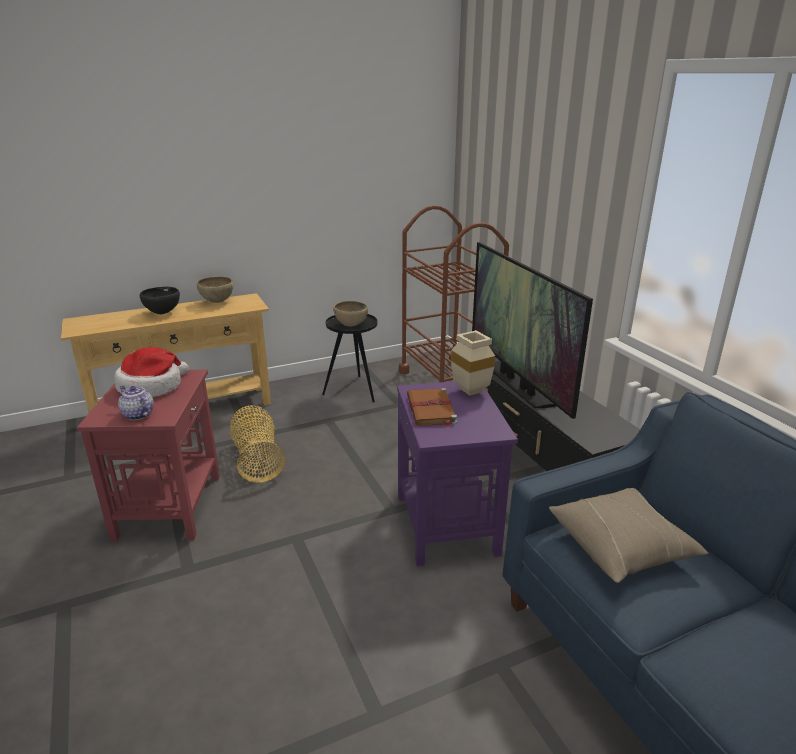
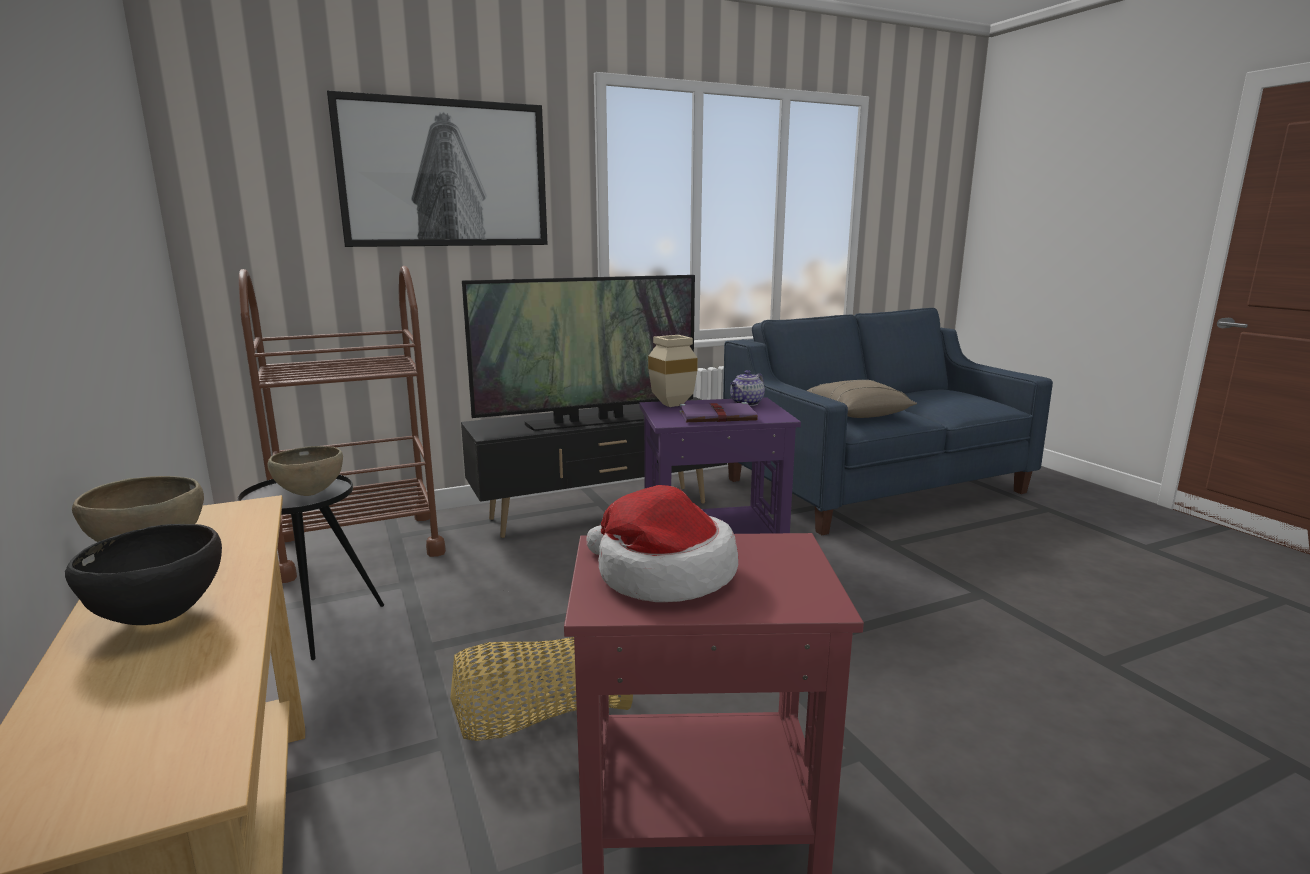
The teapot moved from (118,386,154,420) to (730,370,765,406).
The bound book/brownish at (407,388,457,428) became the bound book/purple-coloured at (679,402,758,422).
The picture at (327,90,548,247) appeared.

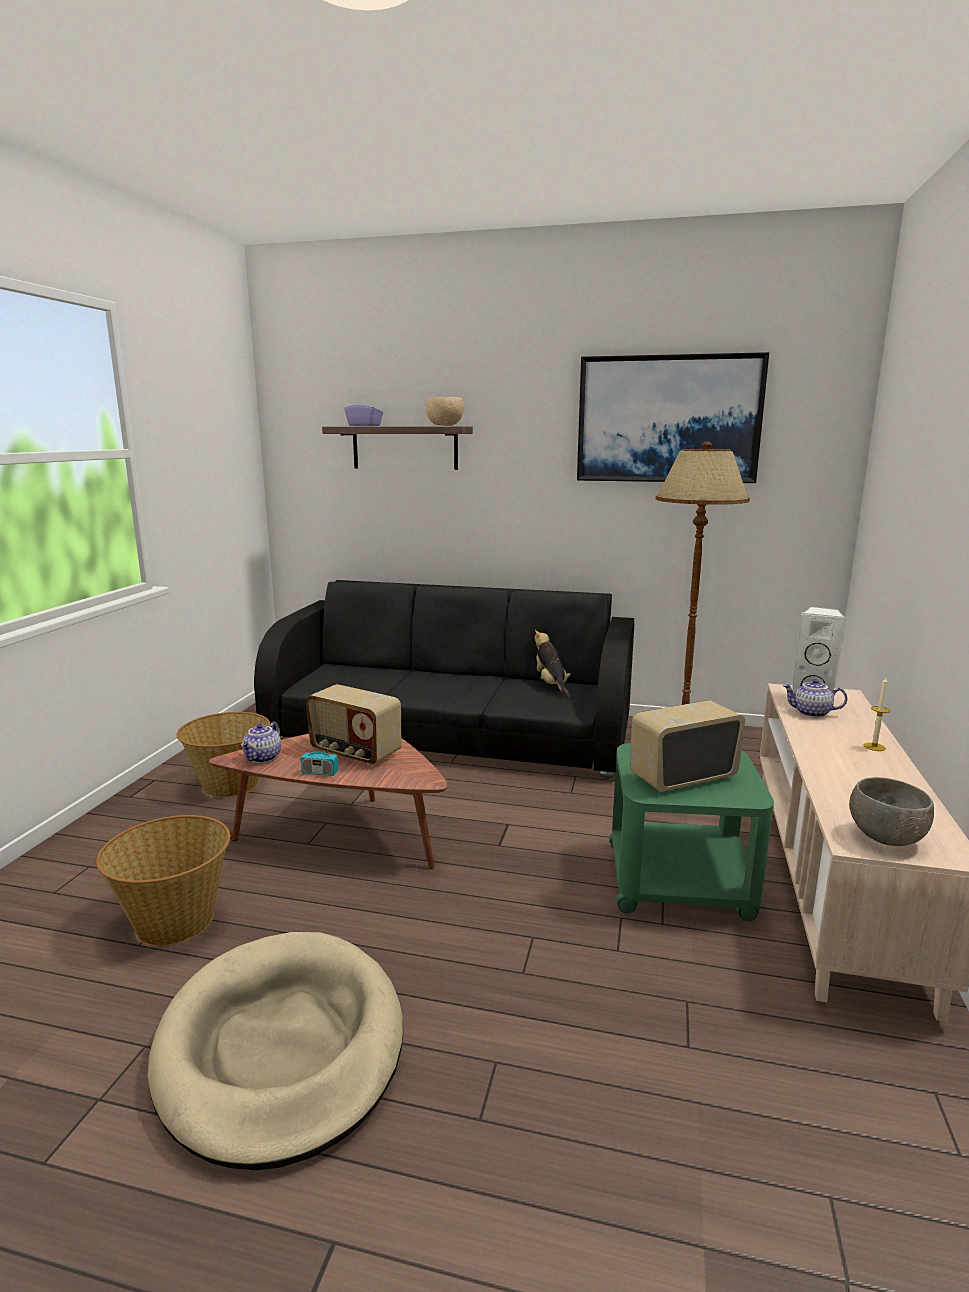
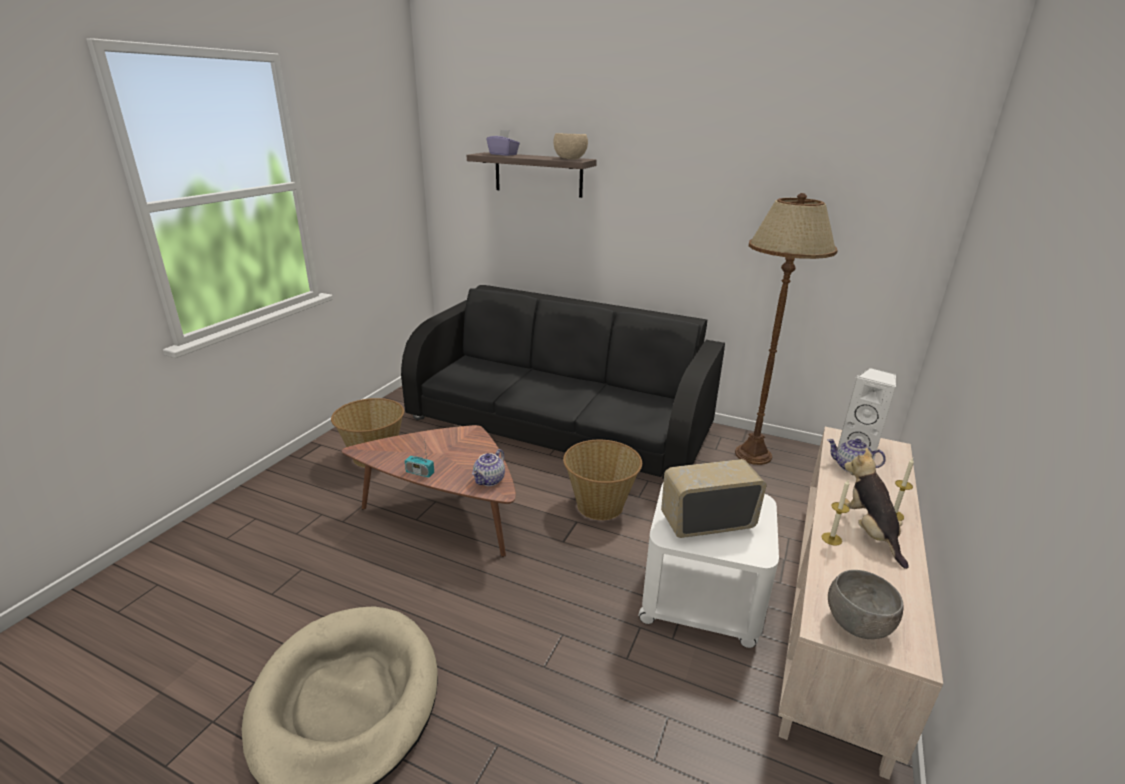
The picture at (577,352,769,483) disappeared.
The soft toy moved from (535,629,570,698) to (844,448,909,569).
The radio set at (306,684,401,765) disappeared.
The teapot moved from (241,722,281,763) to (472,449,505,486).
The accent table/green at (609,743,774,921) became the accent table/white at (638,482,779,648).
The basket moved from (96,815,231,946) to (563,440,642,520).
The wax light at (821,480,850,546) appeared.

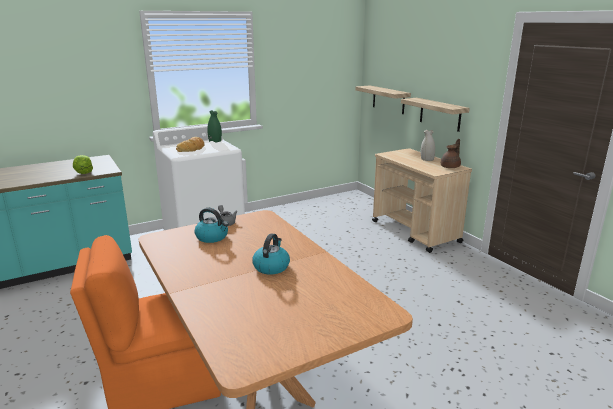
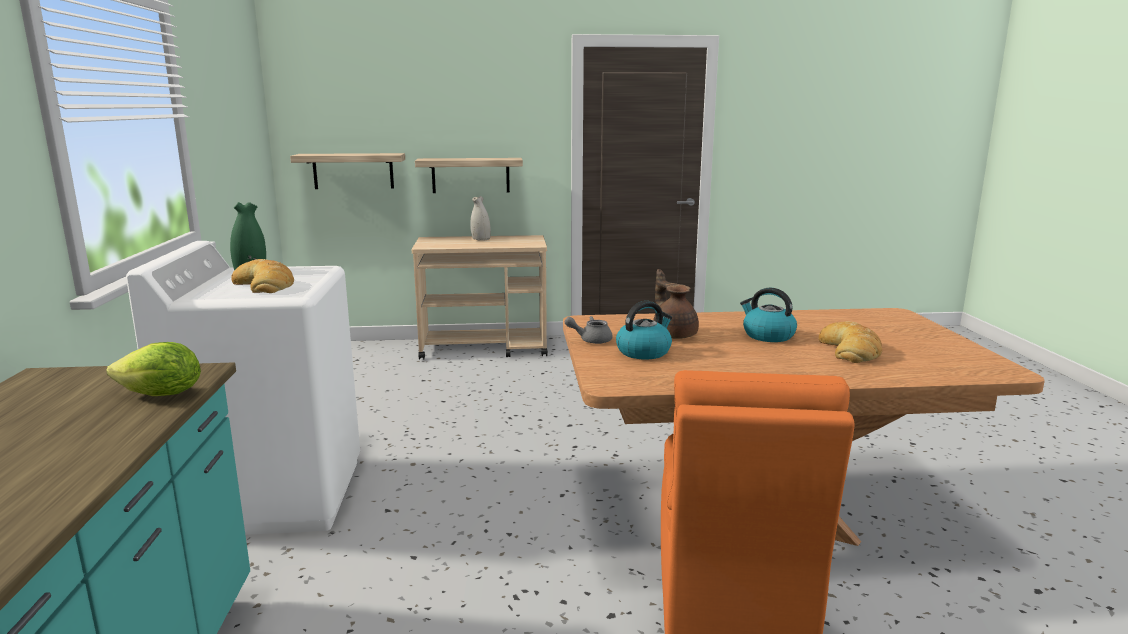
The teapot/brownish moved from (441,139,461,168) to (653,269,699,339).
The bread at (819,321,882,363) appeared.

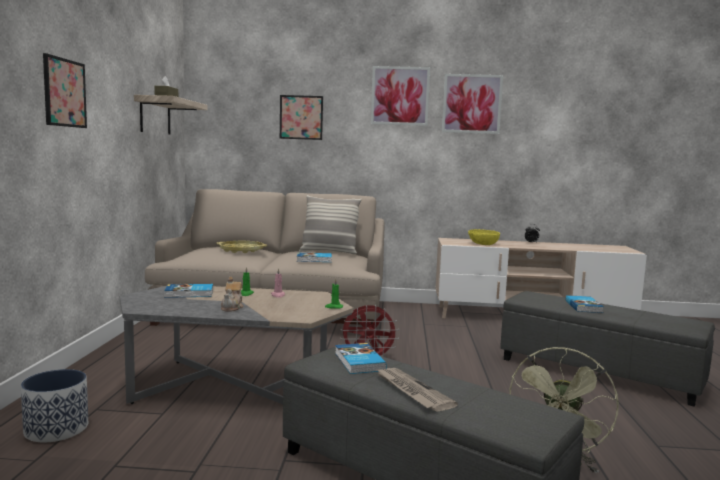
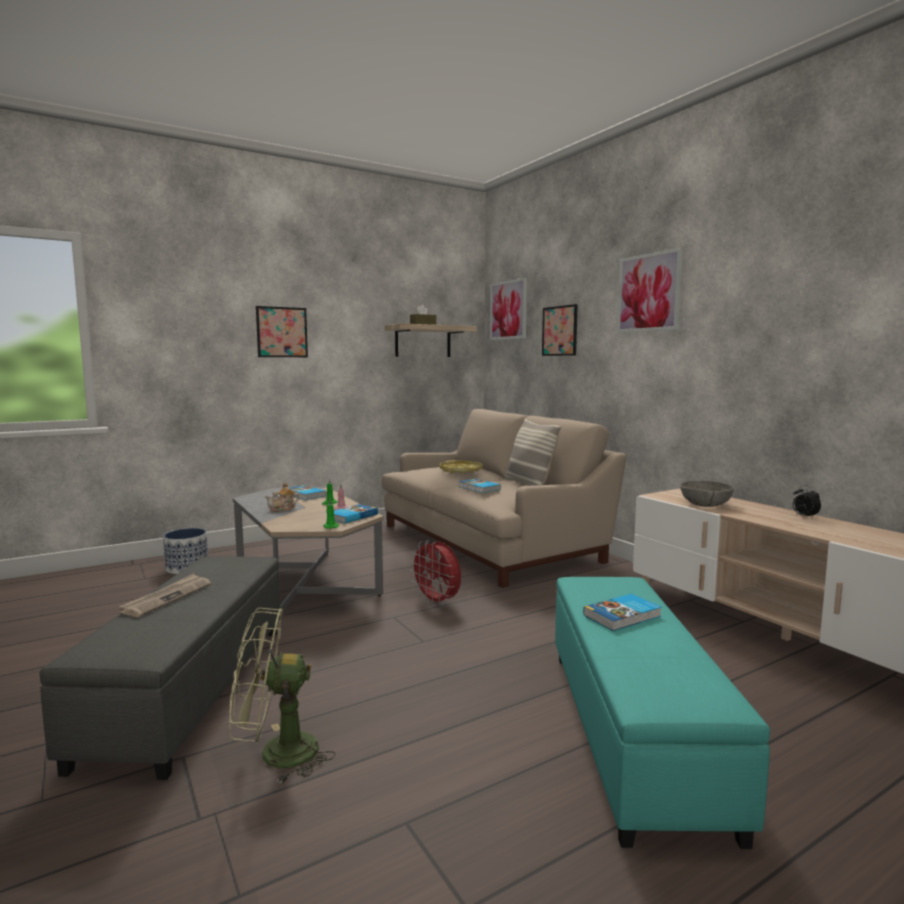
The picture moved from (442,74,503,134) to (490,278,527,340).
The serving bowl/yellow at (468,229,500,245) became the serving bowl/gray at (680,481,734,507).
The ottoman/gray at (500,291,715,407) became the ottoman/turquoise at (555,577,770,849).
The bound book moved from (335,343,387,374) to (334,504,378,523).

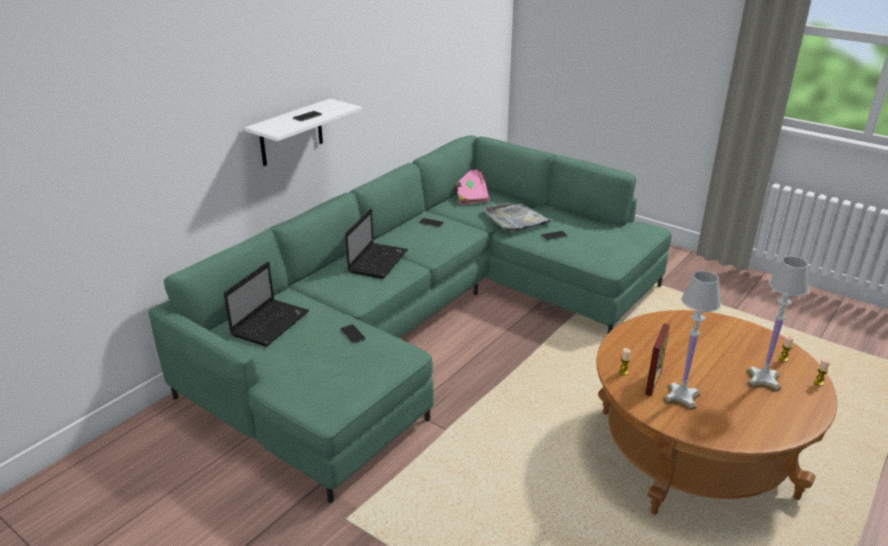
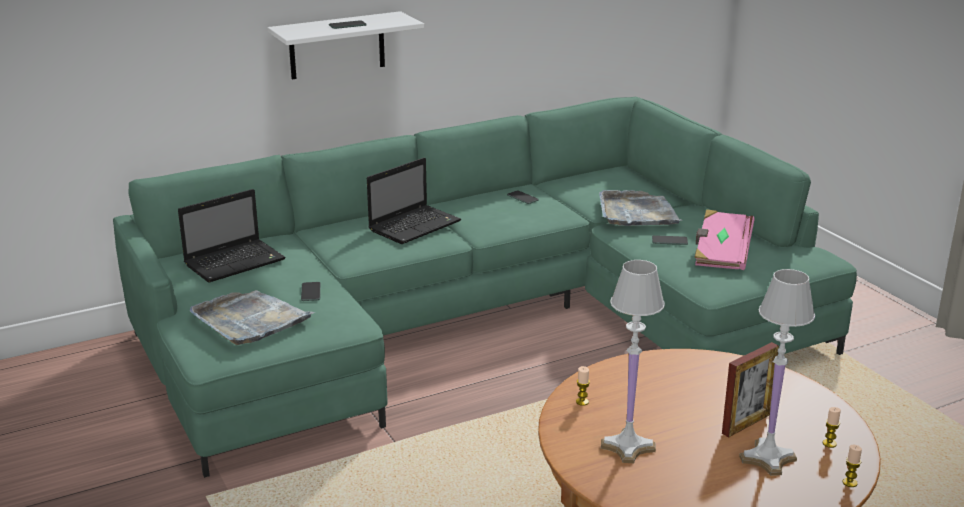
The bound book/pinkish moved from (454,169,490,205) to (694,209,755,270).
The picture frame moved from (645,323,670,396) to (722,342,779,437).
The tray/gray at (190,290,315,345) appeared.

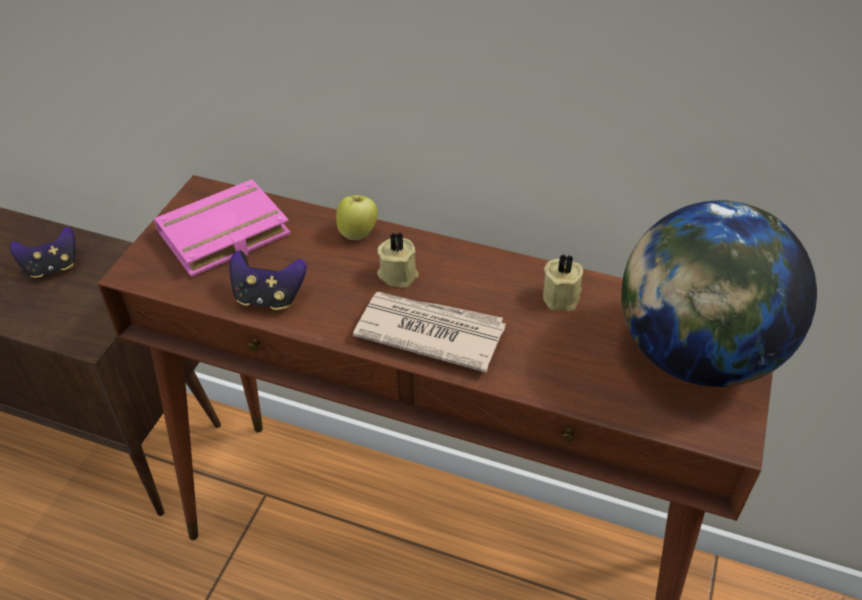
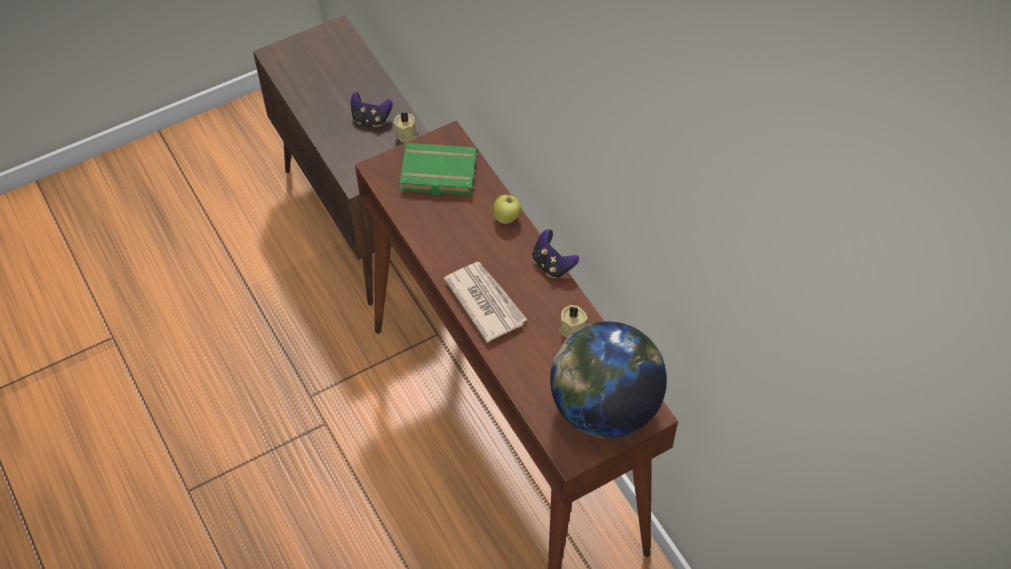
The bound book/pinkish at (154,179,291,277) became the bound book/green at (399,143,477,196).
The wax light/sand-coloured moved from (377,231,419,288) to (394,112,416,143).
The joypad moved from (230,250,307,310) to (533,229,579,278).

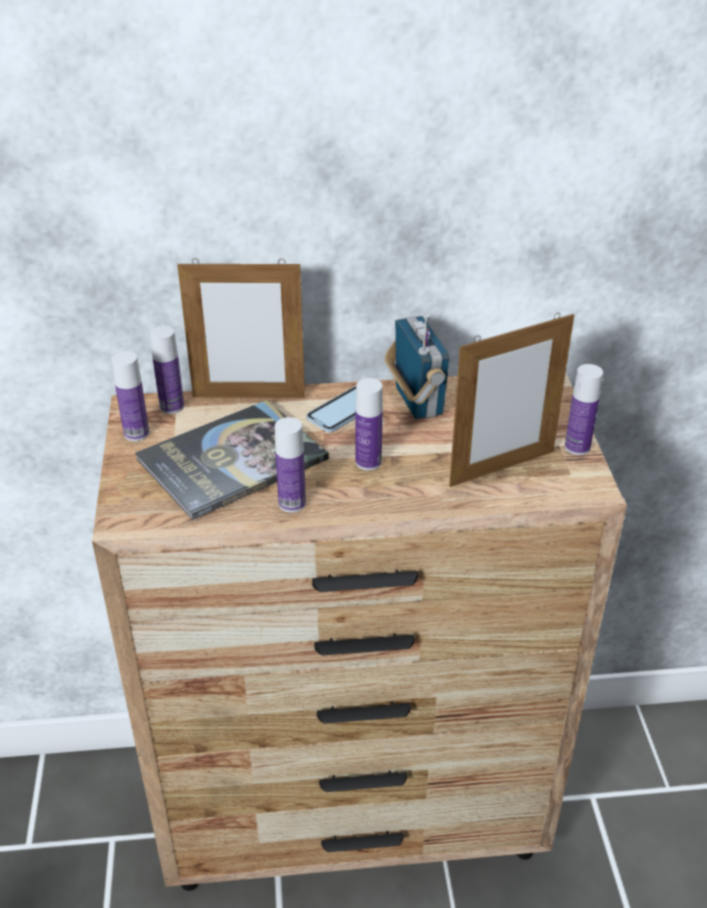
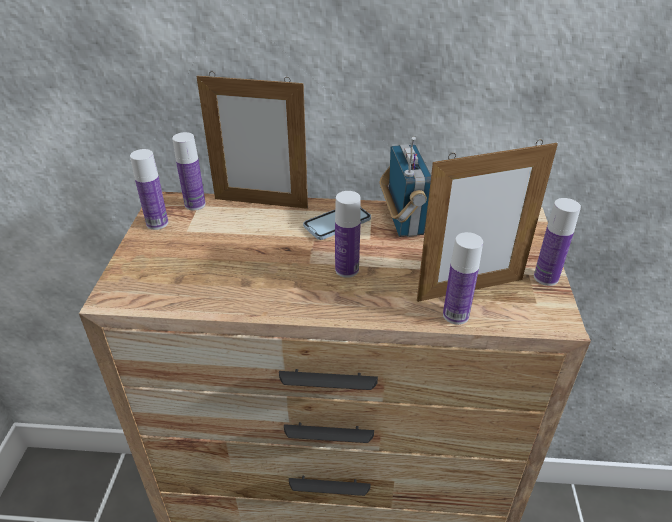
The bound book at (135,400,329,520) disappeared.
The beverage bottle moved from (275,417,306,513) to (443,232,483,325).

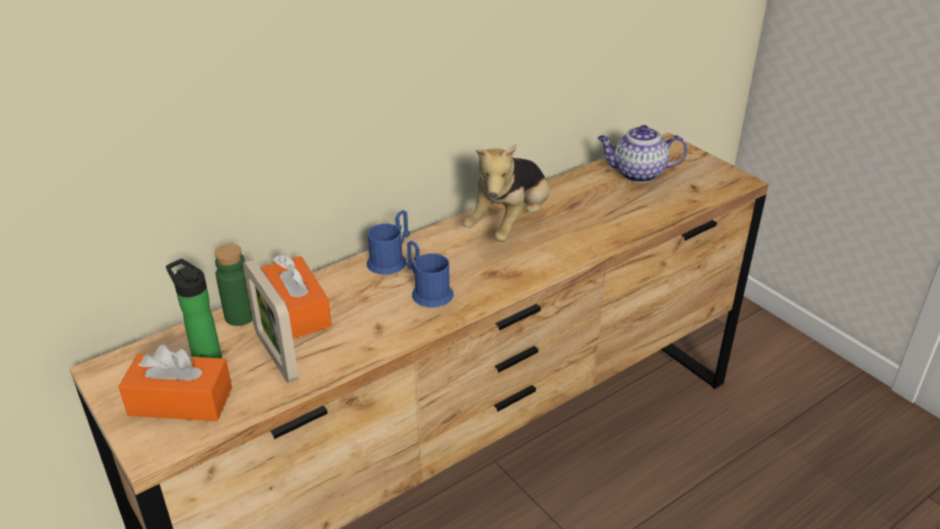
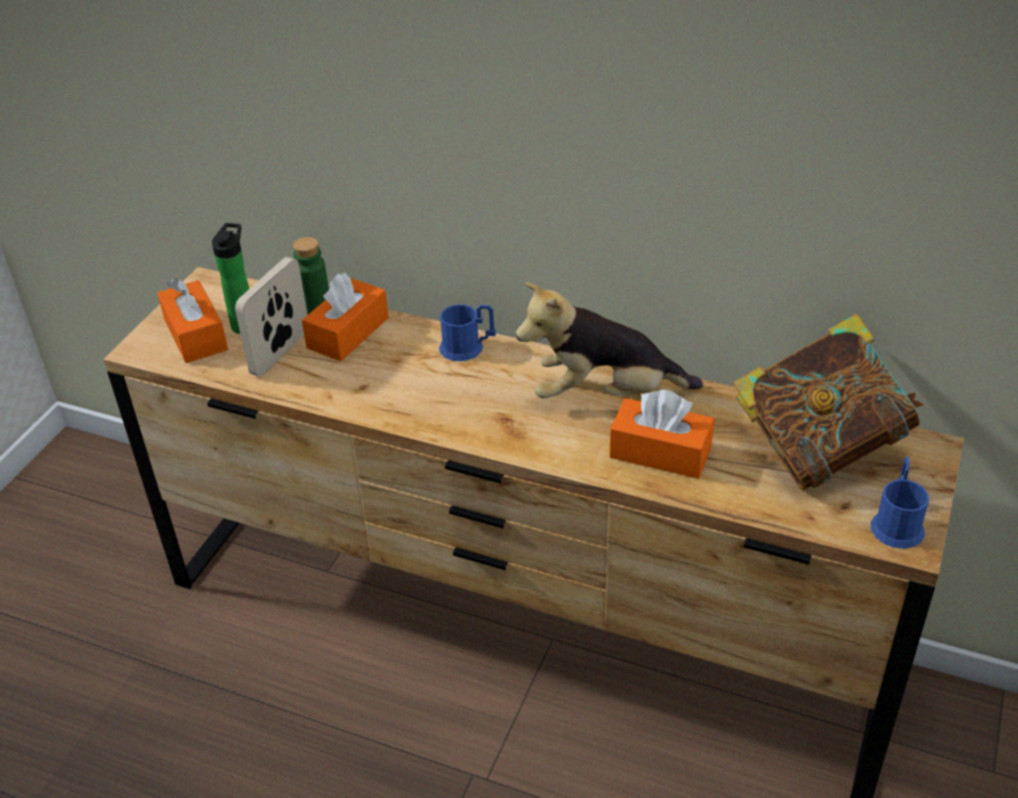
The teapot at (598,125,688,183) was replaced by the bound book at (733,314,924,490).
The tea mug/bluish moved from (406,240,454,307) to (871,457,929,549).
The box of tissues/orangey at (609,390,714,479) appeared.

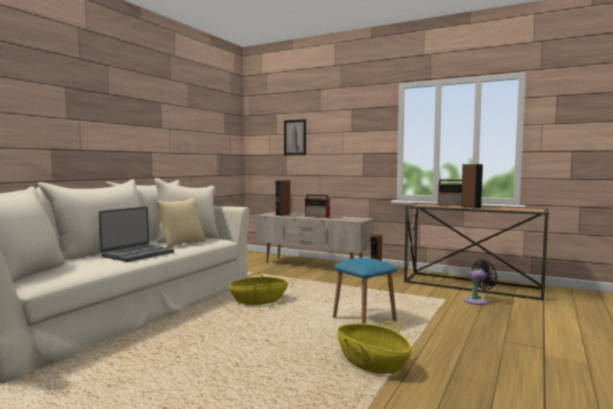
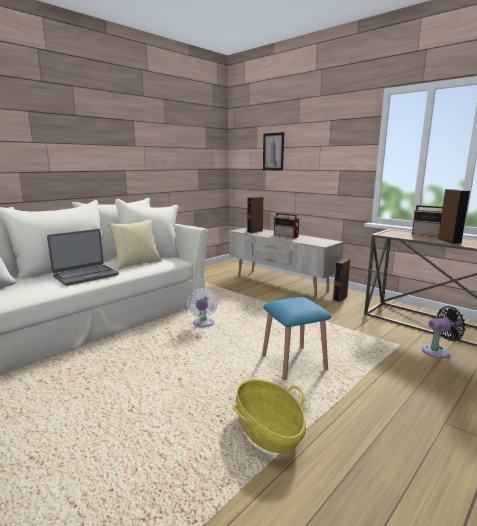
The basket at (229,273,288,305) was replaced by the electric fan/white at (187,289,218,327).

